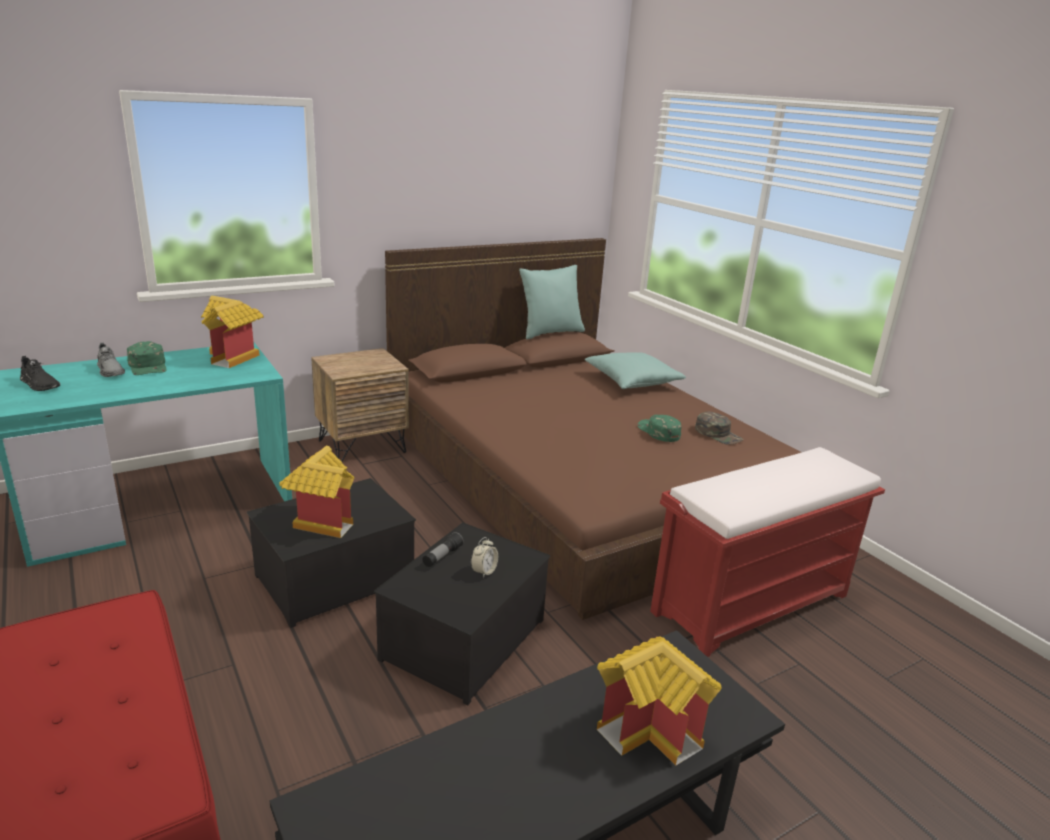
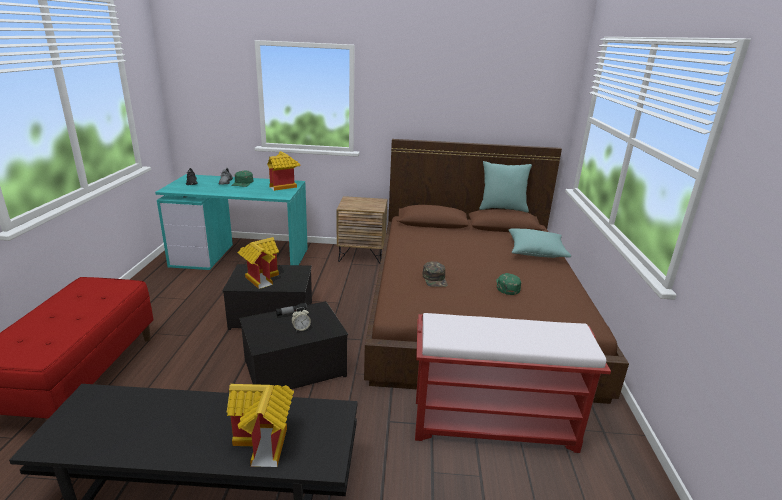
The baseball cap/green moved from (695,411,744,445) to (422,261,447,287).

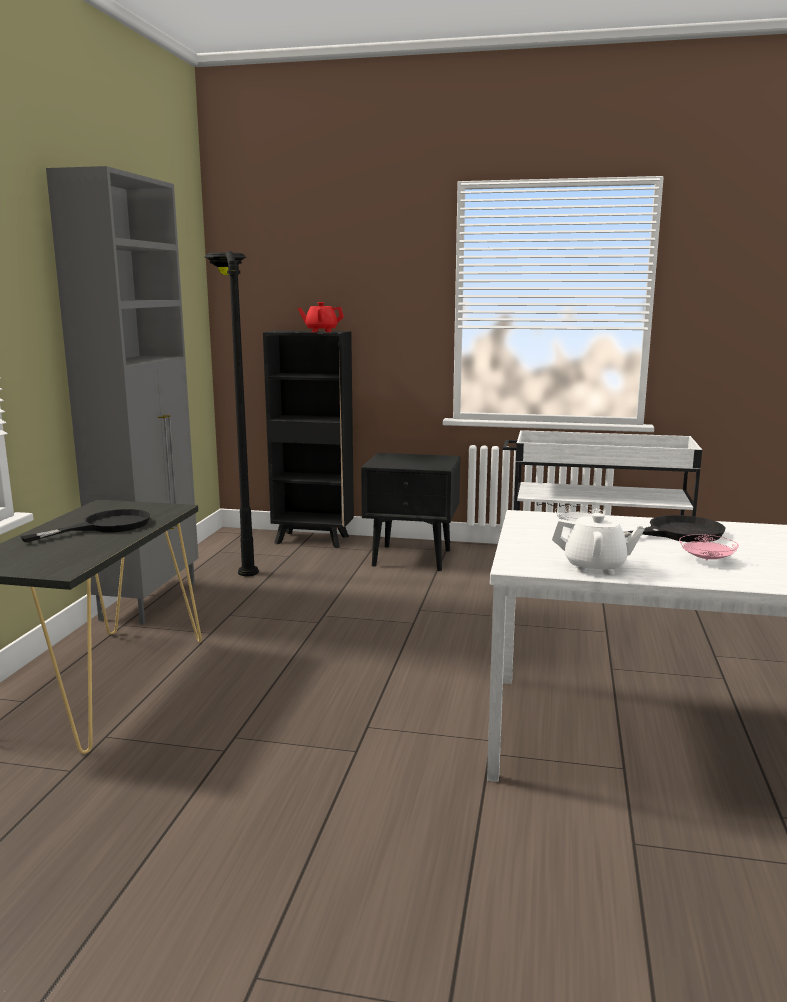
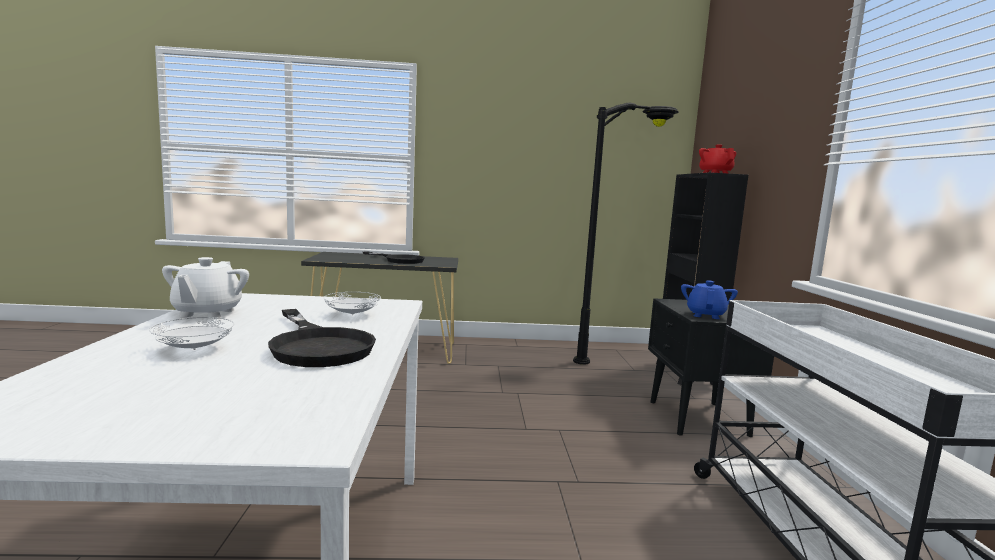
The cabinet/gray at (46,166,198,624) disappeared.
The dinner plate/pinkish at (679,534,739,560) became the dinner plate/white at (149,317,234,350).
The teapot/bluish at (681,280,738,319) appeared.

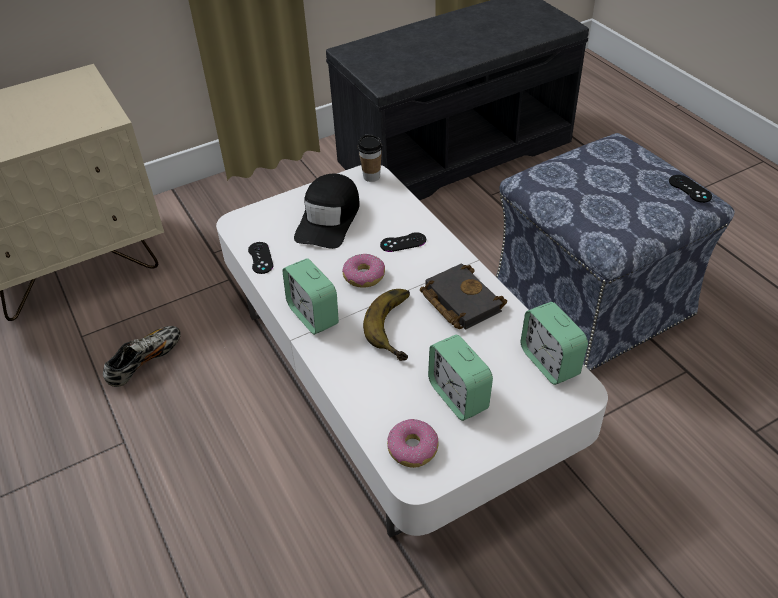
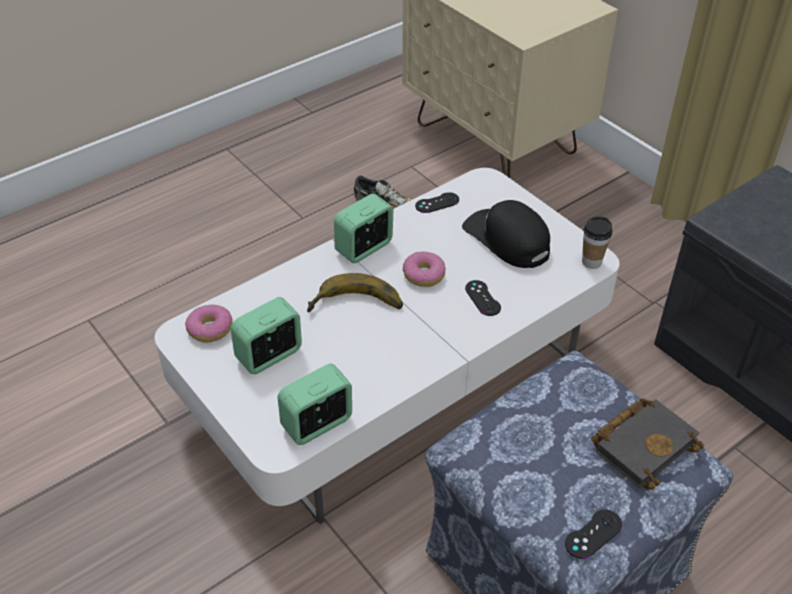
The baseball cap/black-coloured at (294,174,360,249) turned 45 degrees clockwise.
The bound book/black-coloured moved from (420,263,507,330) to (591,398,704,490).

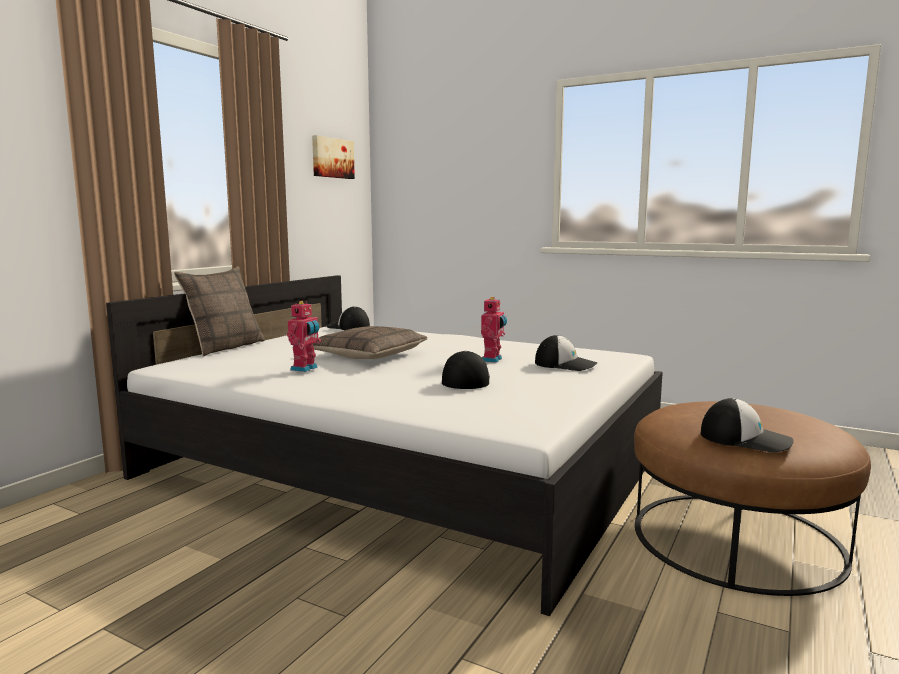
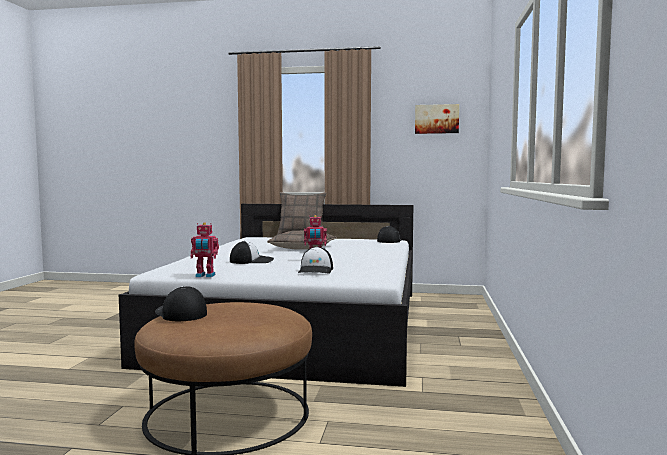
The toy robot moved from (287,301,321,372) to (190,222,219,278).
The baseball cap at (701,398,793,452) turned 135 degrees clockwise.

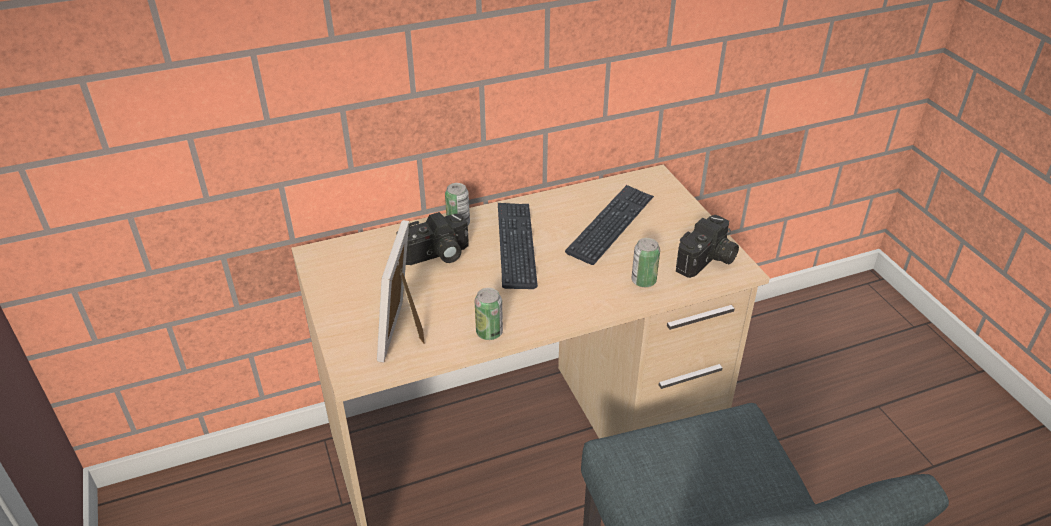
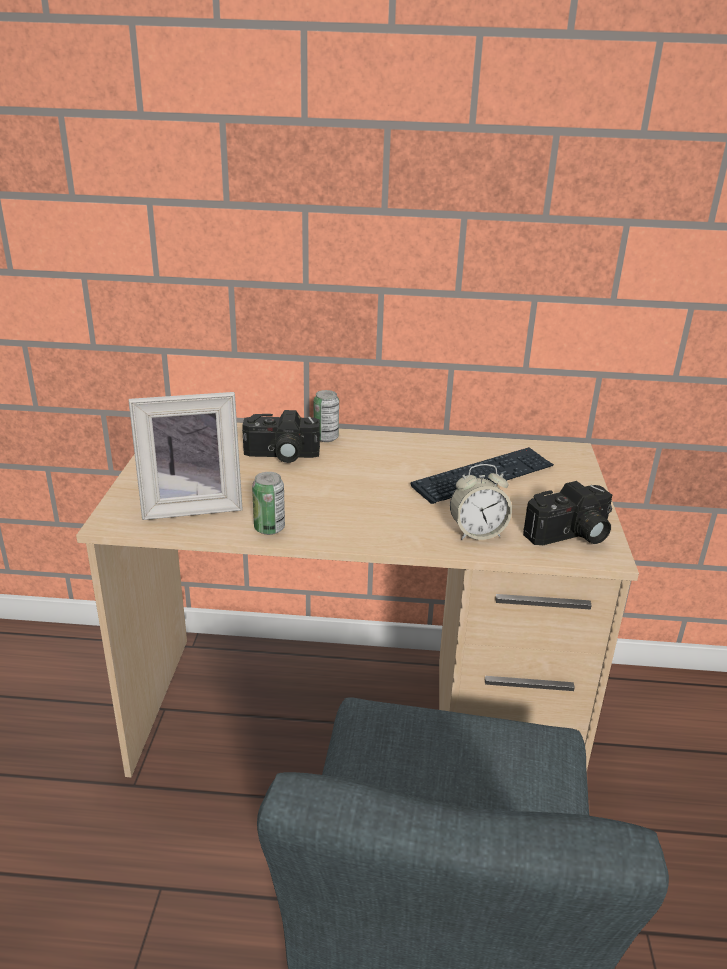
The keyboard at (498,203,538,289) disappeared.
The picture frame at (377,220,425,363) turned 135 degrees counterclockwise.
The can at (632,238,660,287) was replaced by the bedside clock at (450,464,512,540).

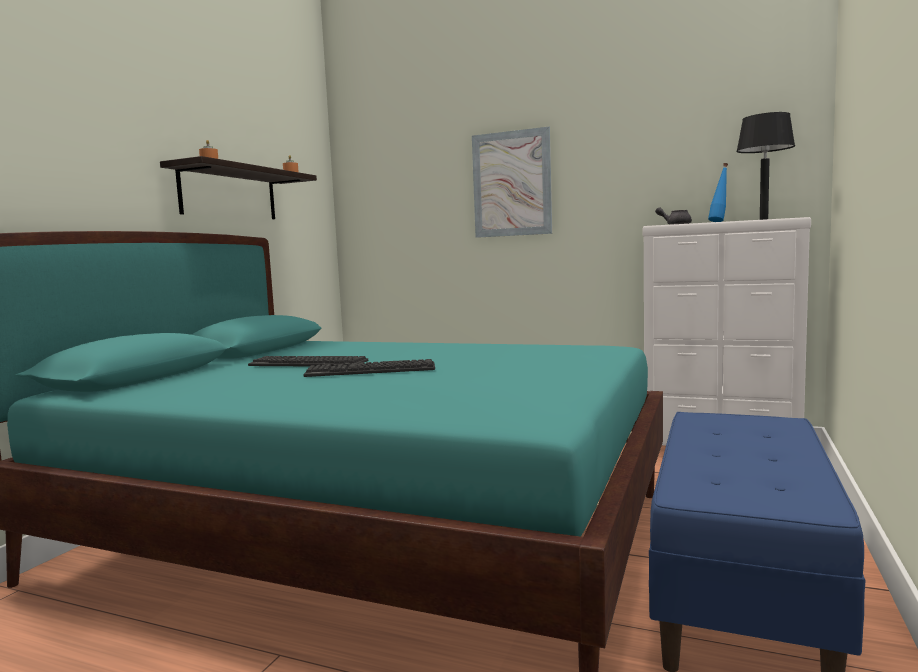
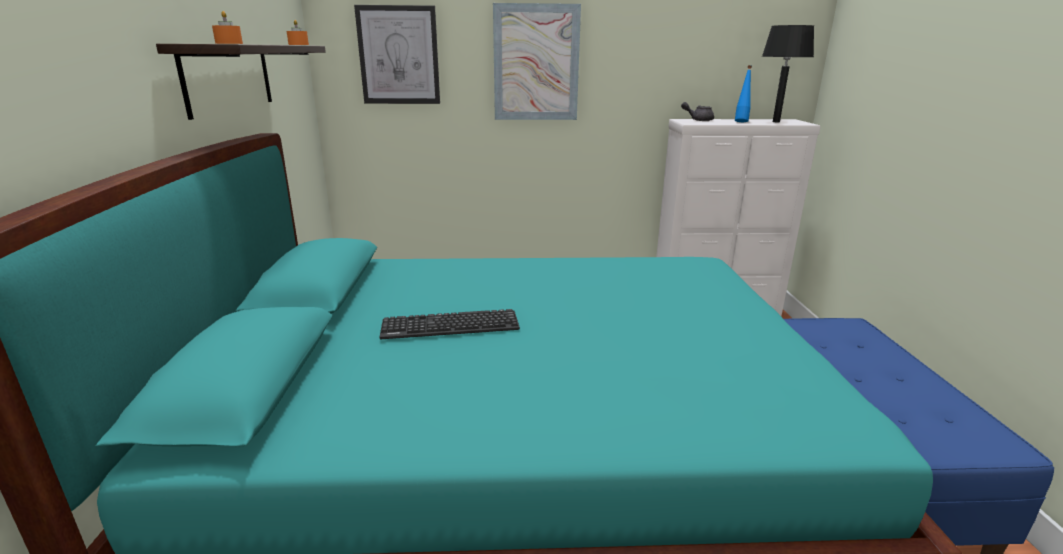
The keyboard at (303,359,435,377) disappeared.
The picture at (354,5,440,104) appeared.

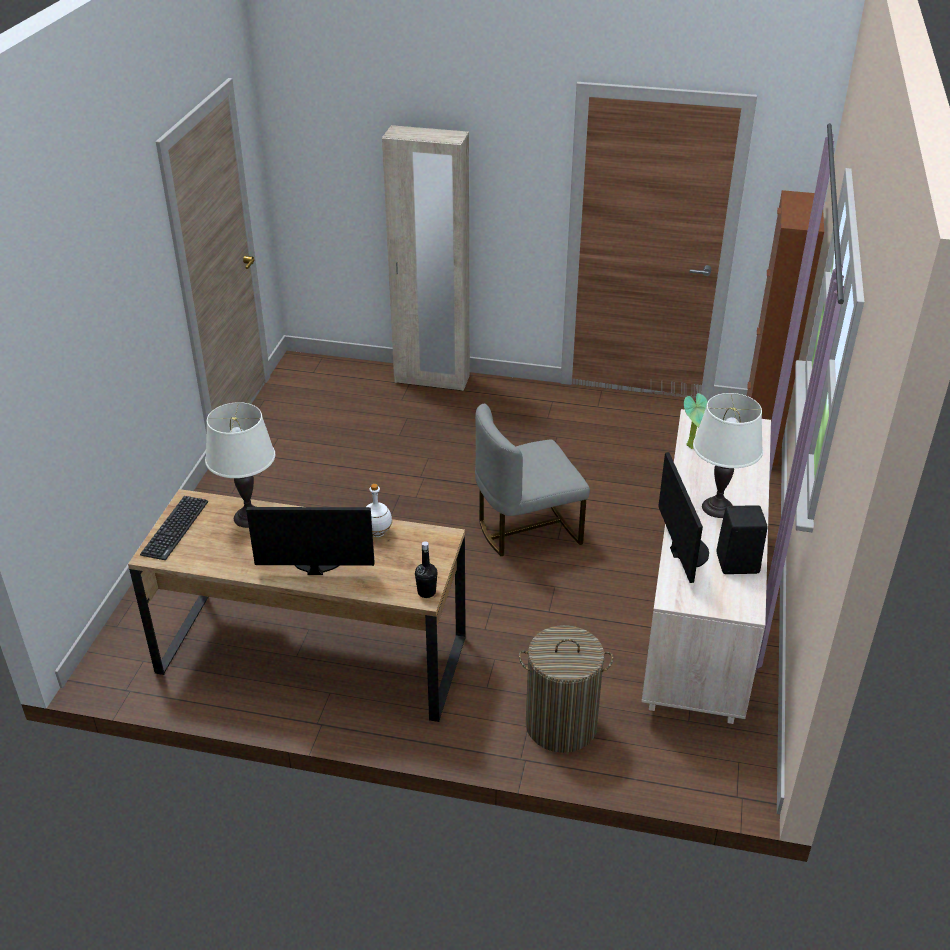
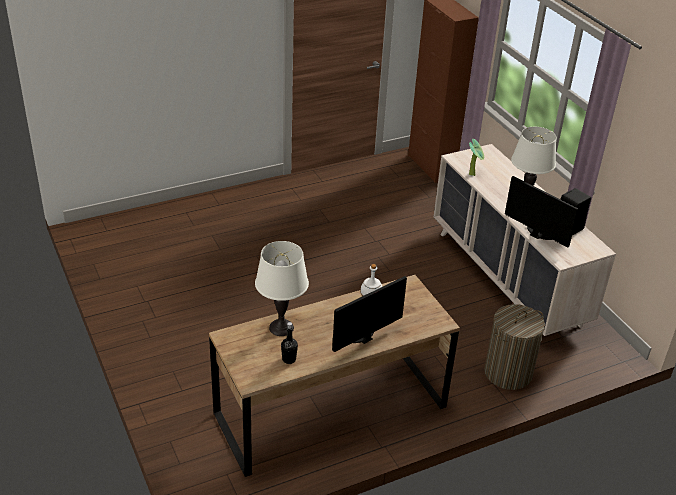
The wardrobe/sand-coloured at (382,125,470,391) disappeared.
The chair/gray at (475,404,590,556) disappeared.
The keyboard at (140,496,208,560) disappeared.
The beverage bottle/black-coloured moved from (415,541,437,598) to (281,322,298,364).

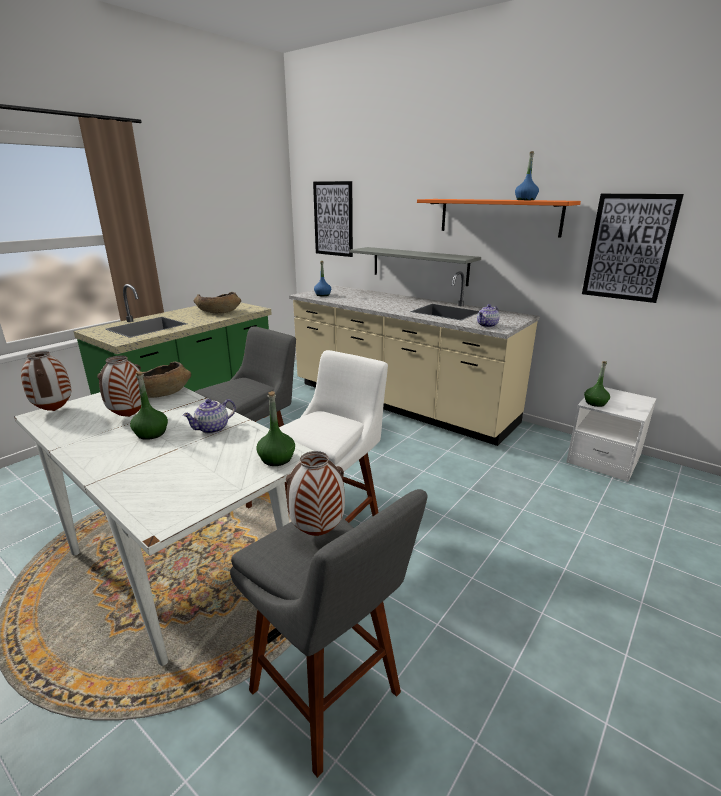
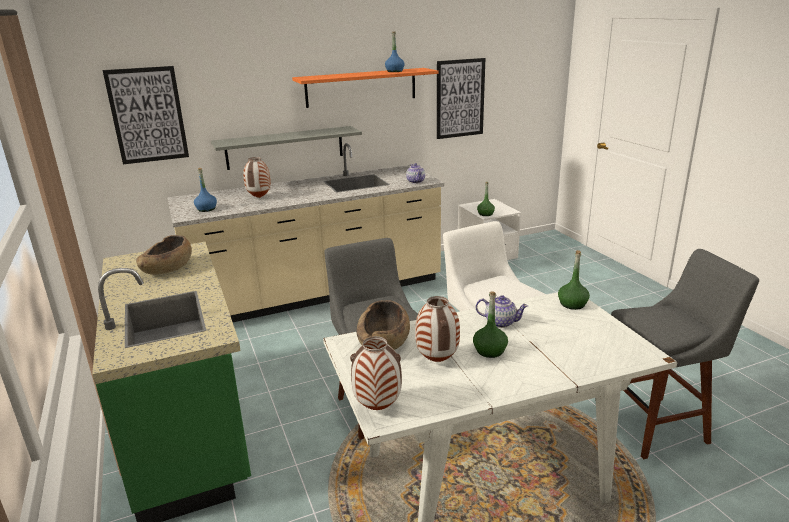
The teapot at (182,399,236,434) turned 60 degrees counterclockwise.
The vase moved from (286,451,345,536) to (243,157,271,198).

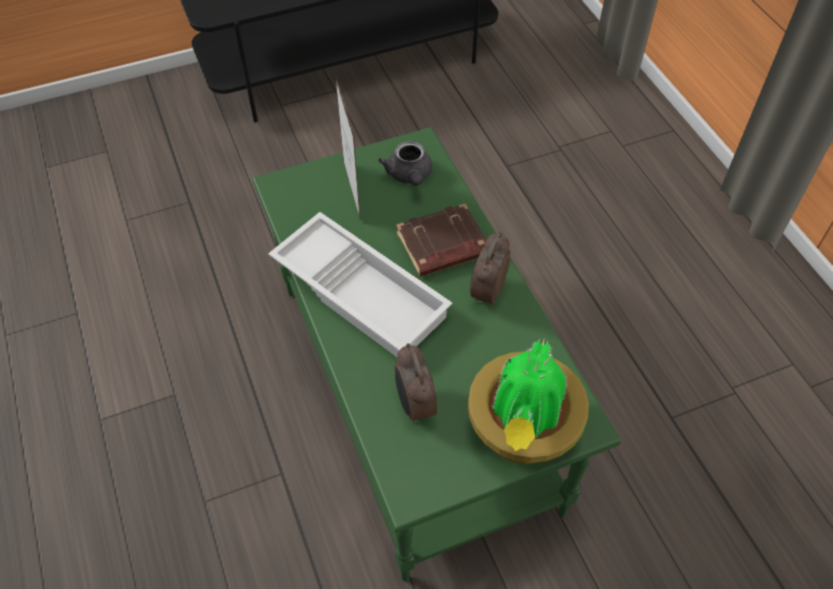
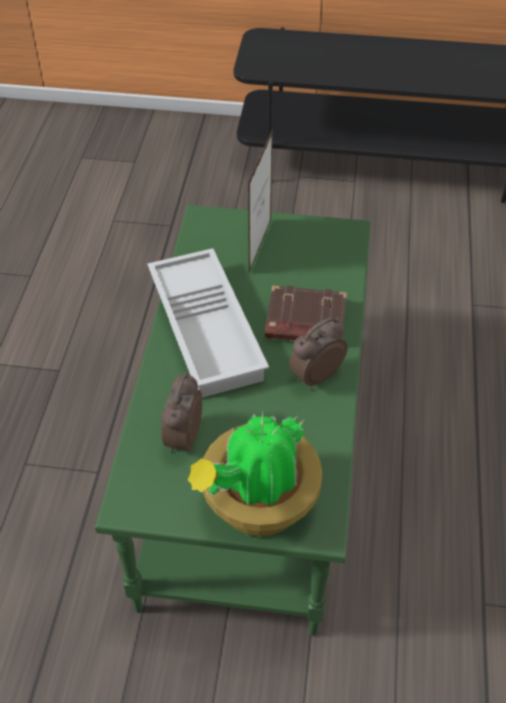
The teapot/gray at (379,141,432,186) disappeared.

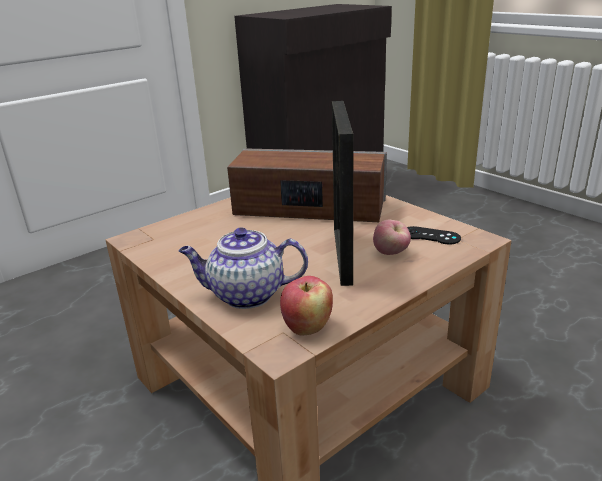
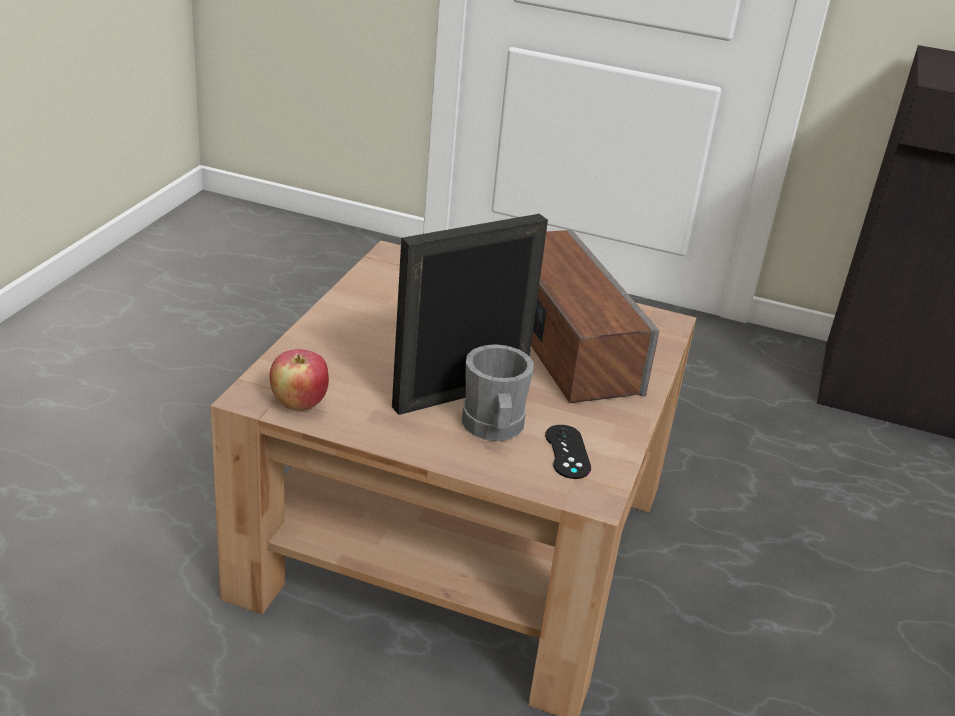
The apple at (373,220,411,255) was replaced by the tea mug/gray at (462,344,534,441).
The teapot at (179,228,308,309) disappeared.

